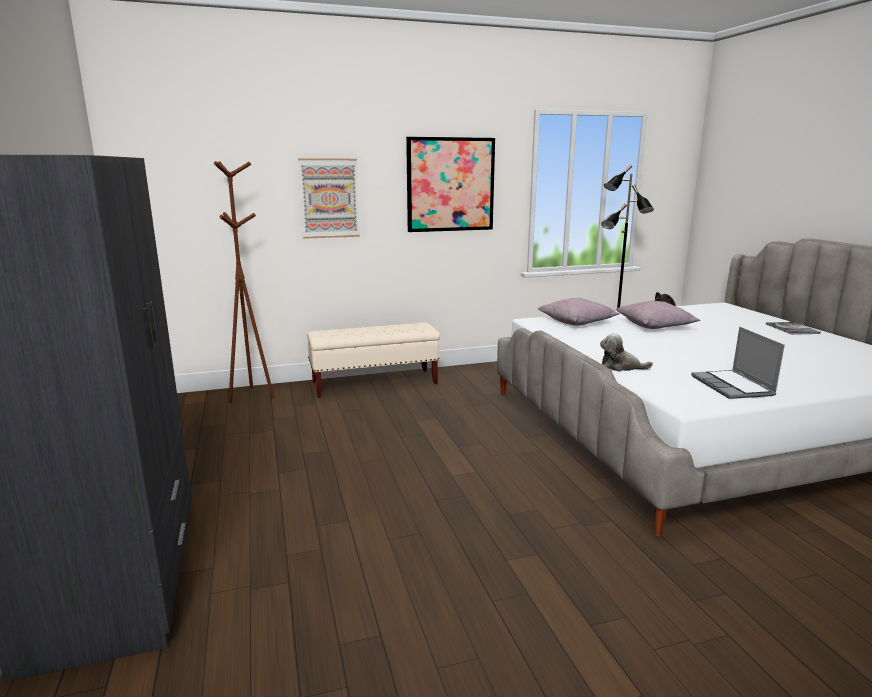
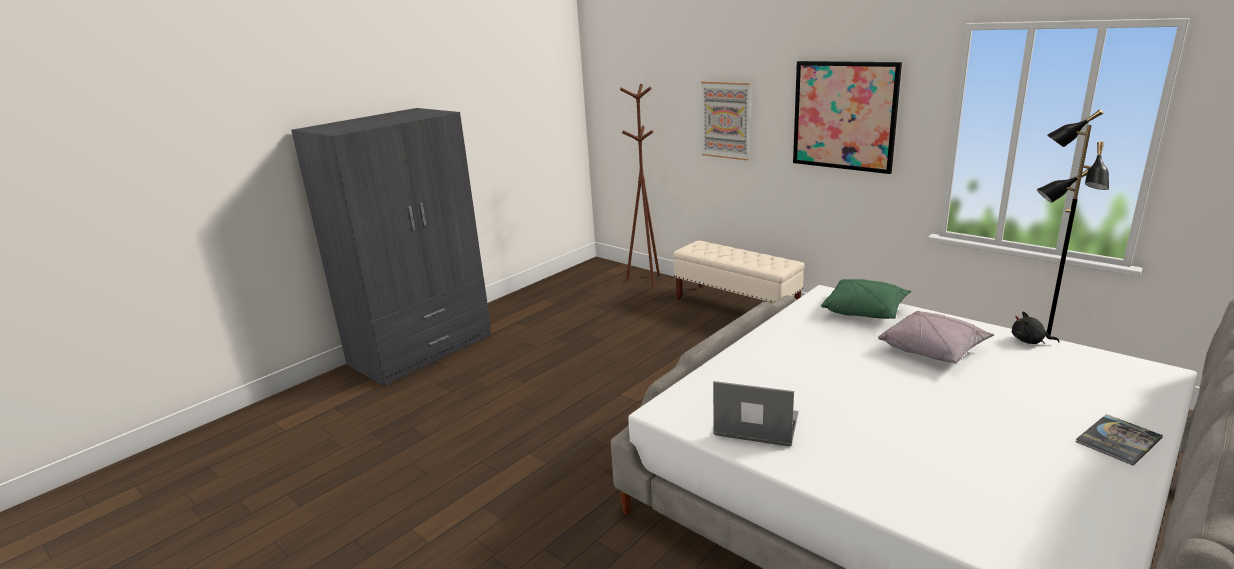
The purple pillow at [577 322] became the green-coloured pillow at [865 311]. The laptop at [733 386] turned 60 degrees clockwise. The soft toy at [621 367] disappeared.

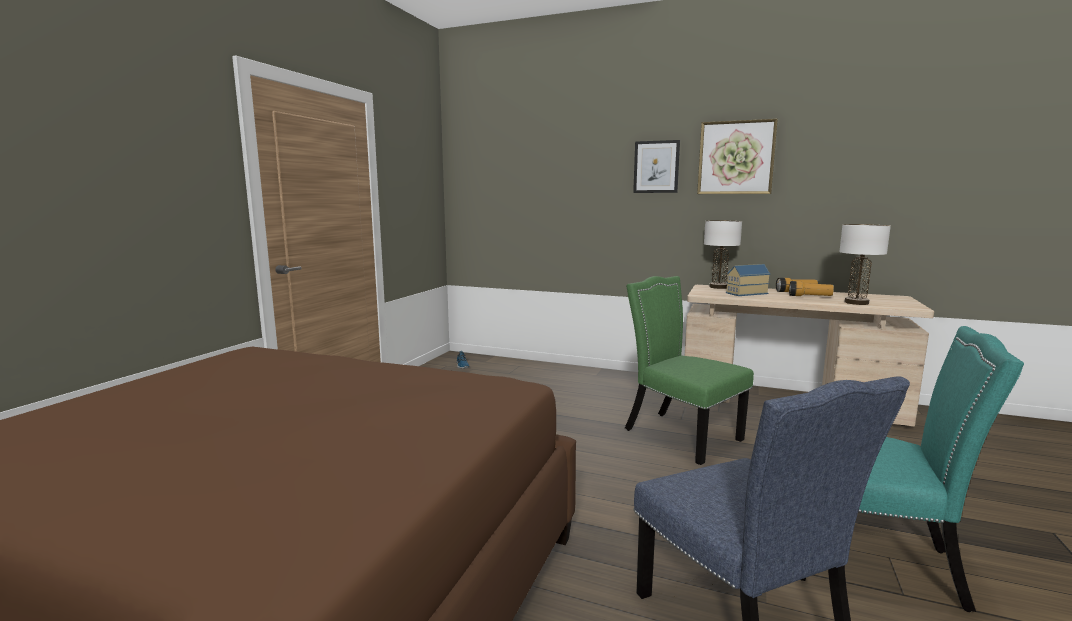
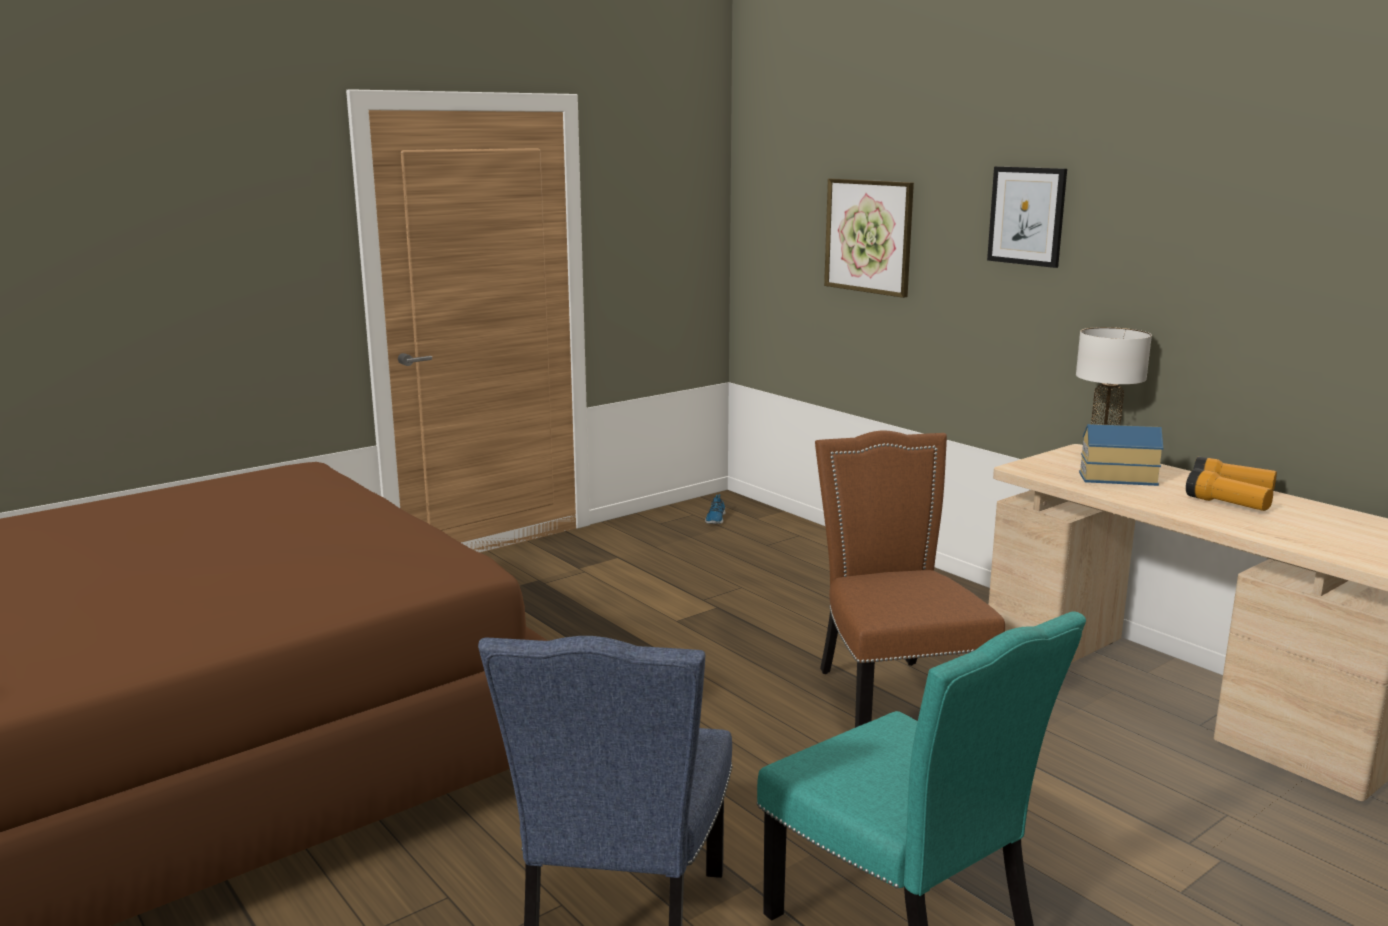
The picture moved from [736 158] to [869 236]. The tabletop lamp at [856 303] disappeared. The green-coloured upright chair at [683 436] became the brownish upright chair at [895 704].

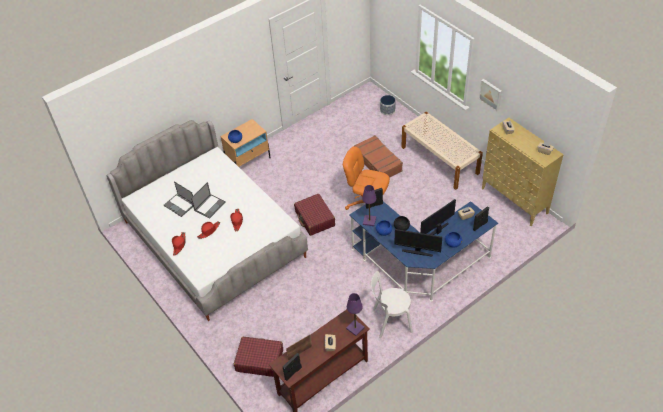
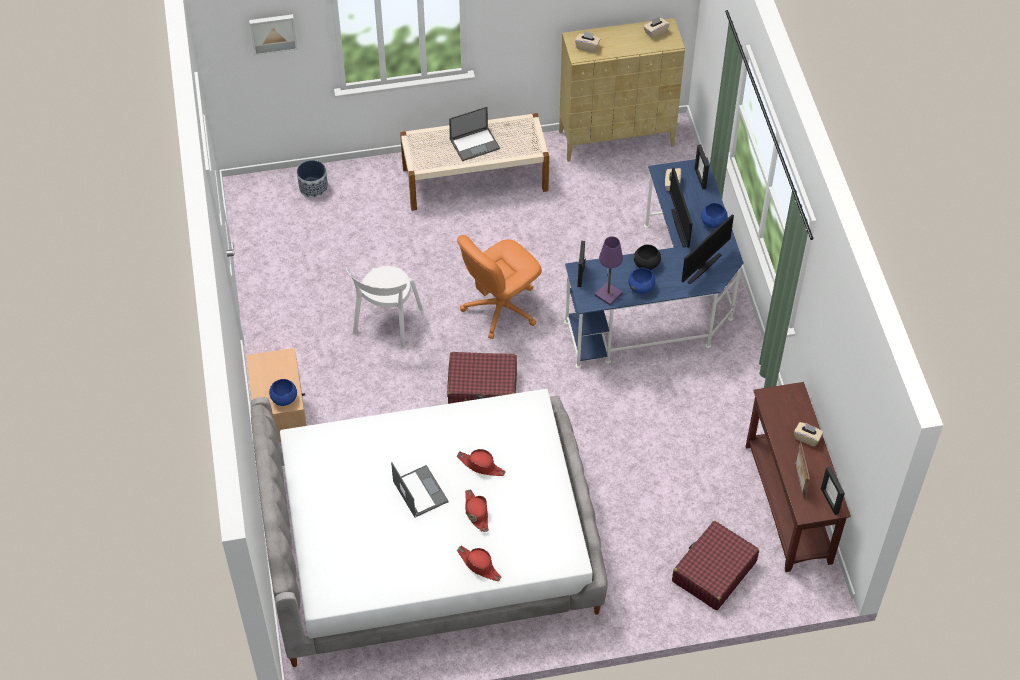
The picture moved from [491 94] to [273 33]. The brownish travel case at [378 162] disappeared. The laptop moved from [180 205] to [475 143]. The white upright chair moved from [390 321] to [386 324]. The purple tabletop lamp at [355 328] disappeared.

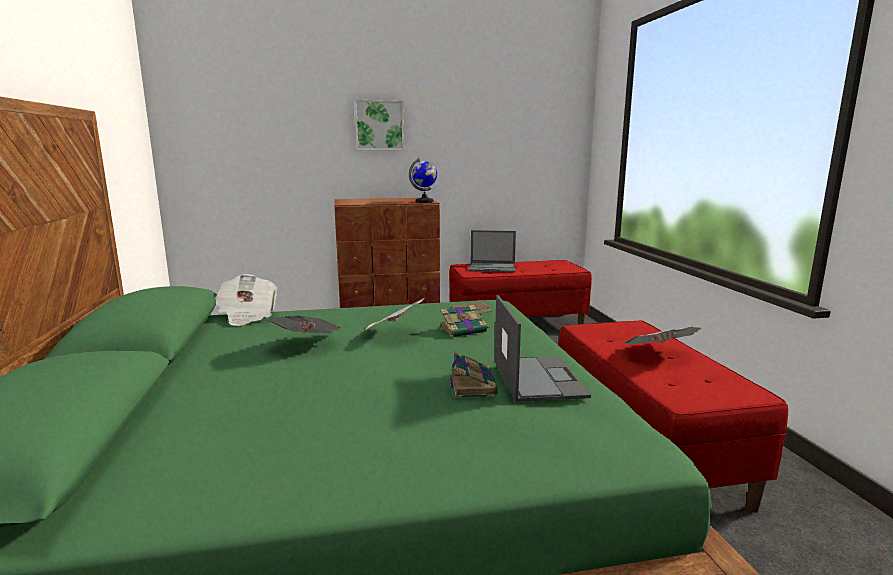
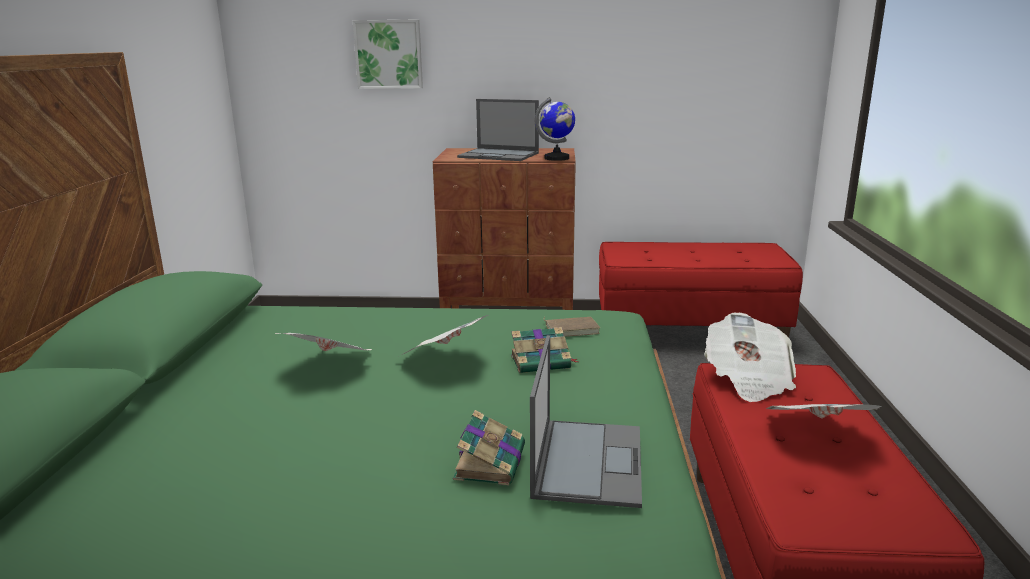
The picture moved from [379 125] to [389 54]. The laptop moved from [492 268] to [499 155]. The newspaper moved from [247 316] to [748 380].

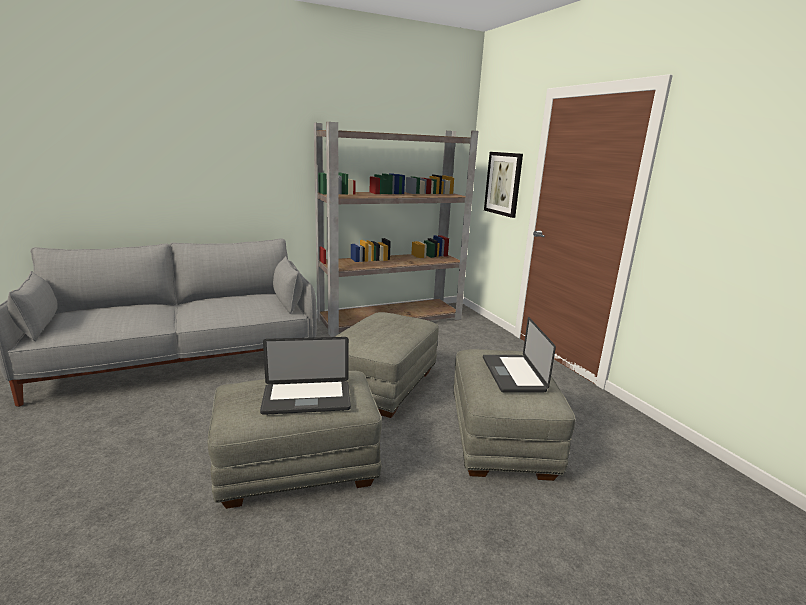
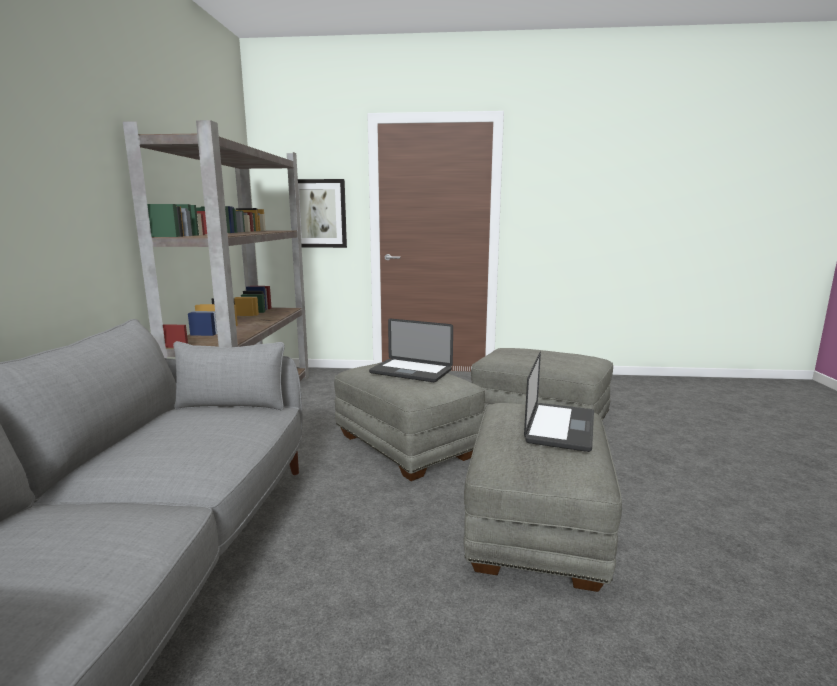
The laptop moved from [513 374] to [411 372].

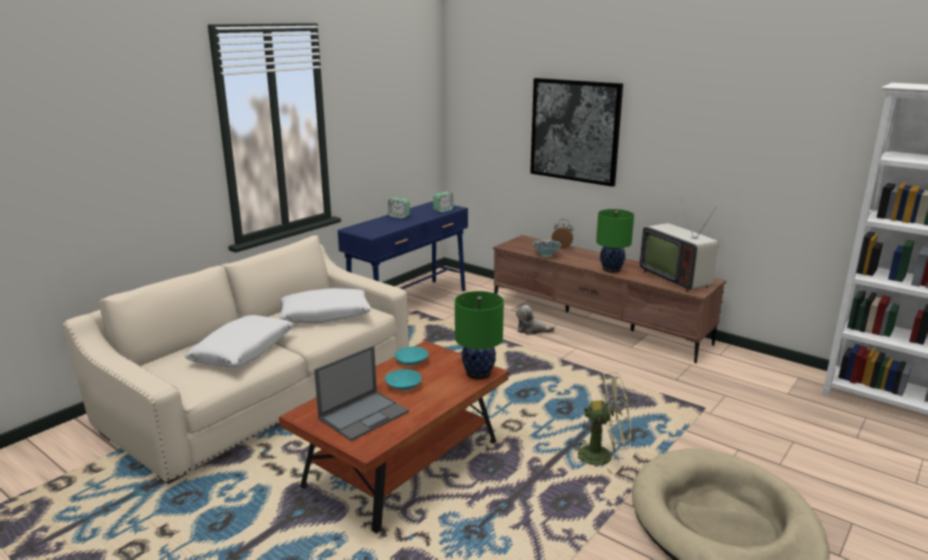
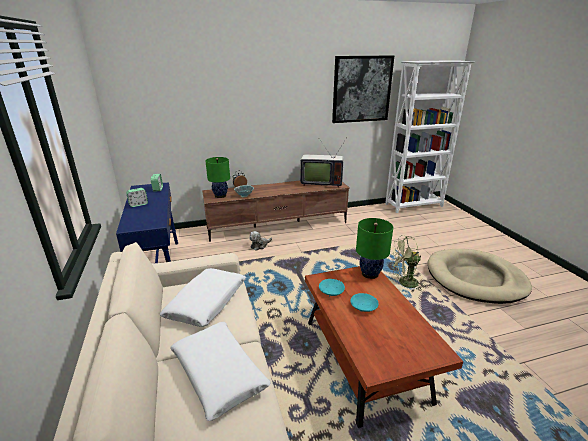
The picture moved from [575 131] to [362 89]. The green-coloured tabletop lamp moved from [611 269] to [220 195]. The laptop at [364 415] disappeared. The green-coloured electric fan at [602 455] turned 135 degrees counterclockwise.

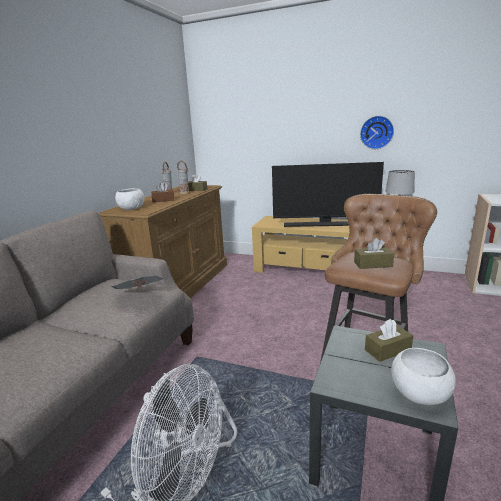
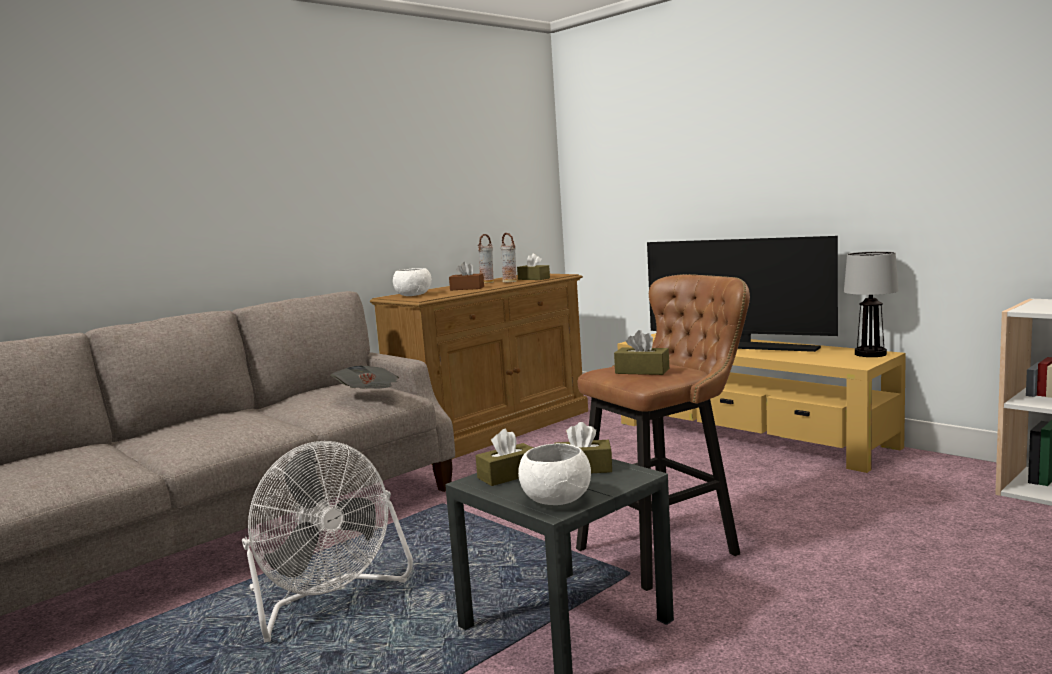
The wall clock at [376 132] disappeared. The brownish box of tissues at [508 475] appeared.

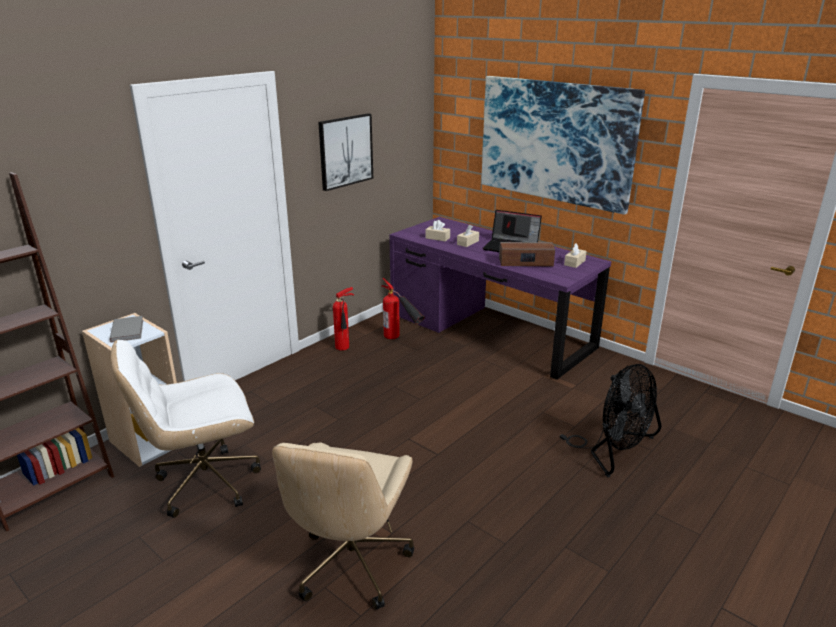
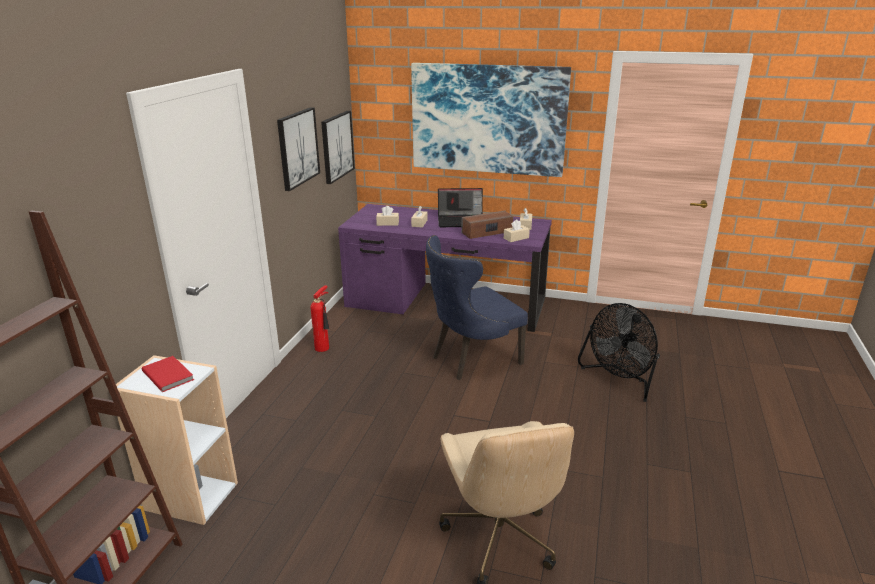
The fire extinguisher at [401 341] disappeared. The grey book at [128 330] became the reddish book at [169 375]. The white office chair at [203 484] disappeared. The black electric fan at [612 449] turned 120 degrees clockwise. The picture at [336 146] appeared. The beige box of tissues at [516 238] appeared. The bluish upright chair at [472 359] appeared.

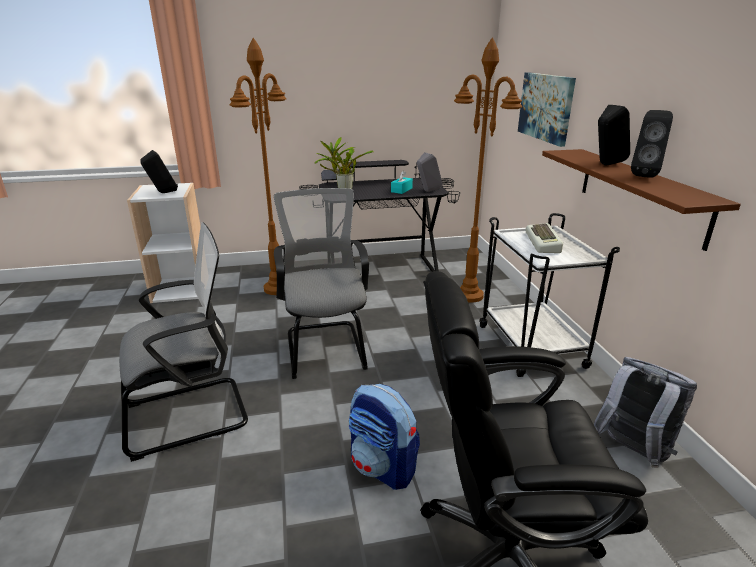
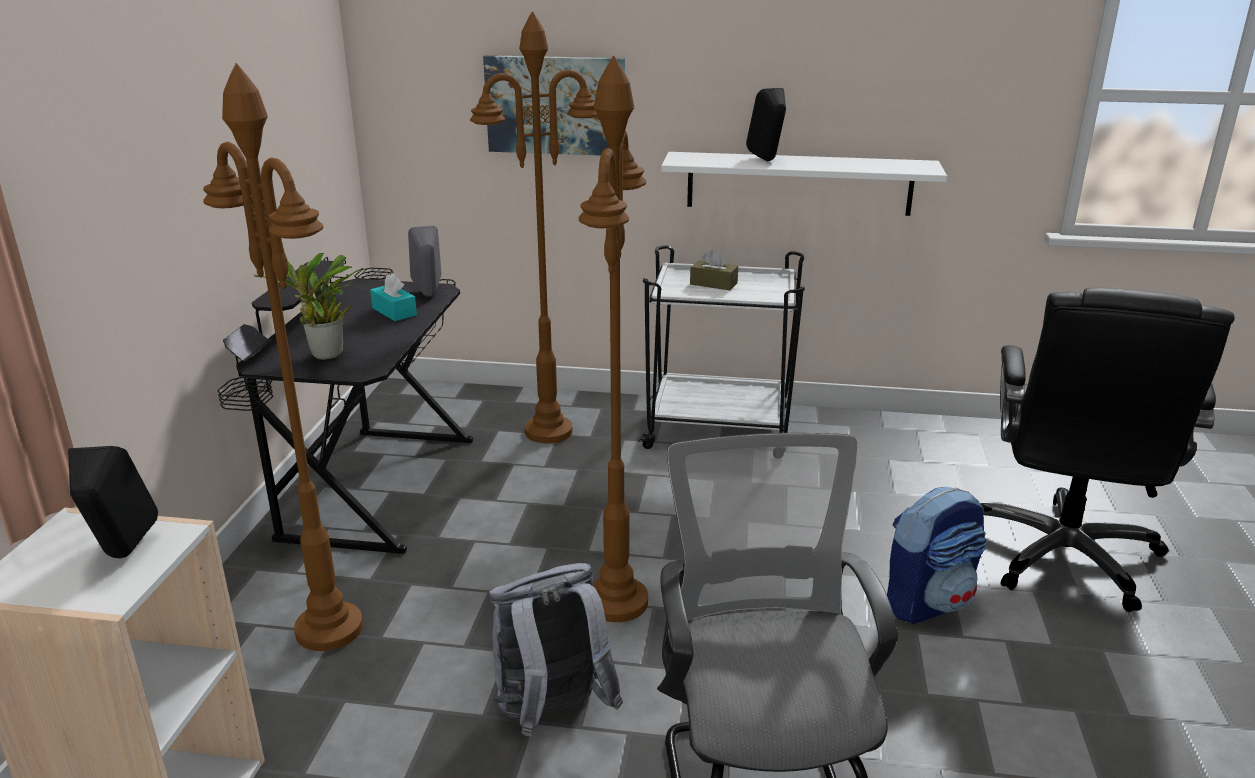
The black speaker at [644 176] disappeared. The brownish bracket shelf at [640 194] became the white bracket shelf at [799 183]. The upright chair at [325 347] was replaced by the brownish standing lamp at [616 601]. The PC keyboard at [544 243] was replaced by the brownish box of tissues at [713 284]. The grey knapsack moved from [631 451] to [552 714].

